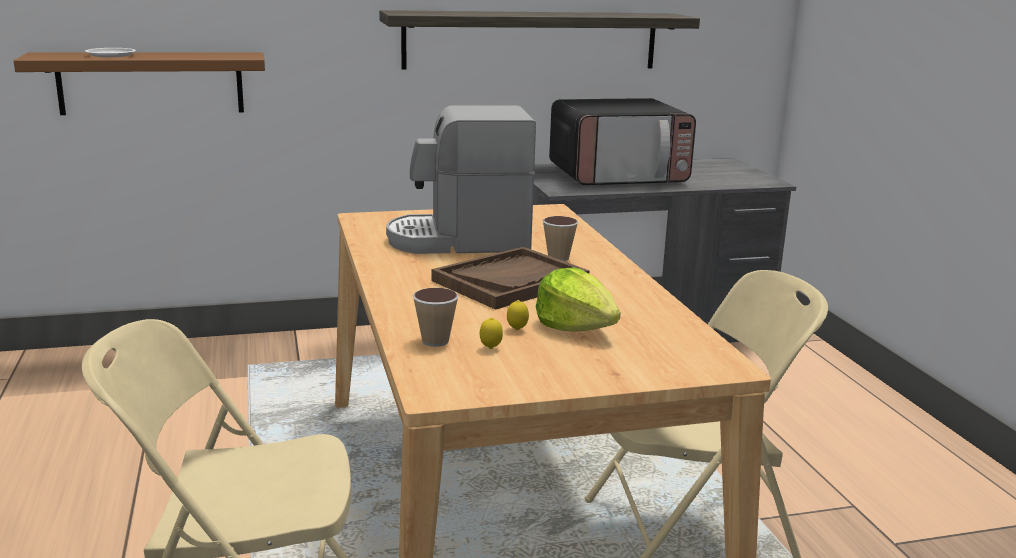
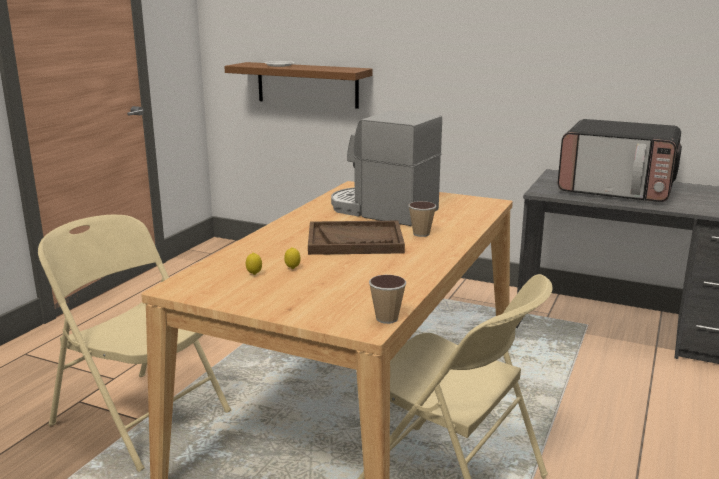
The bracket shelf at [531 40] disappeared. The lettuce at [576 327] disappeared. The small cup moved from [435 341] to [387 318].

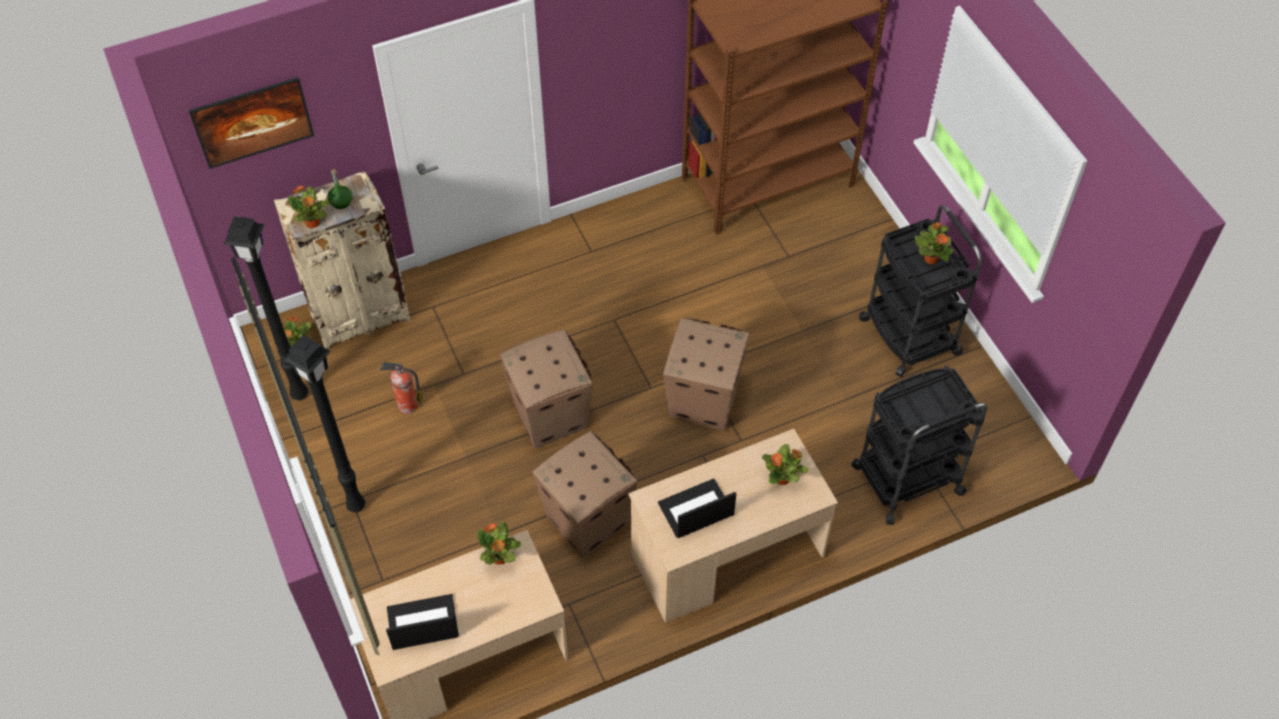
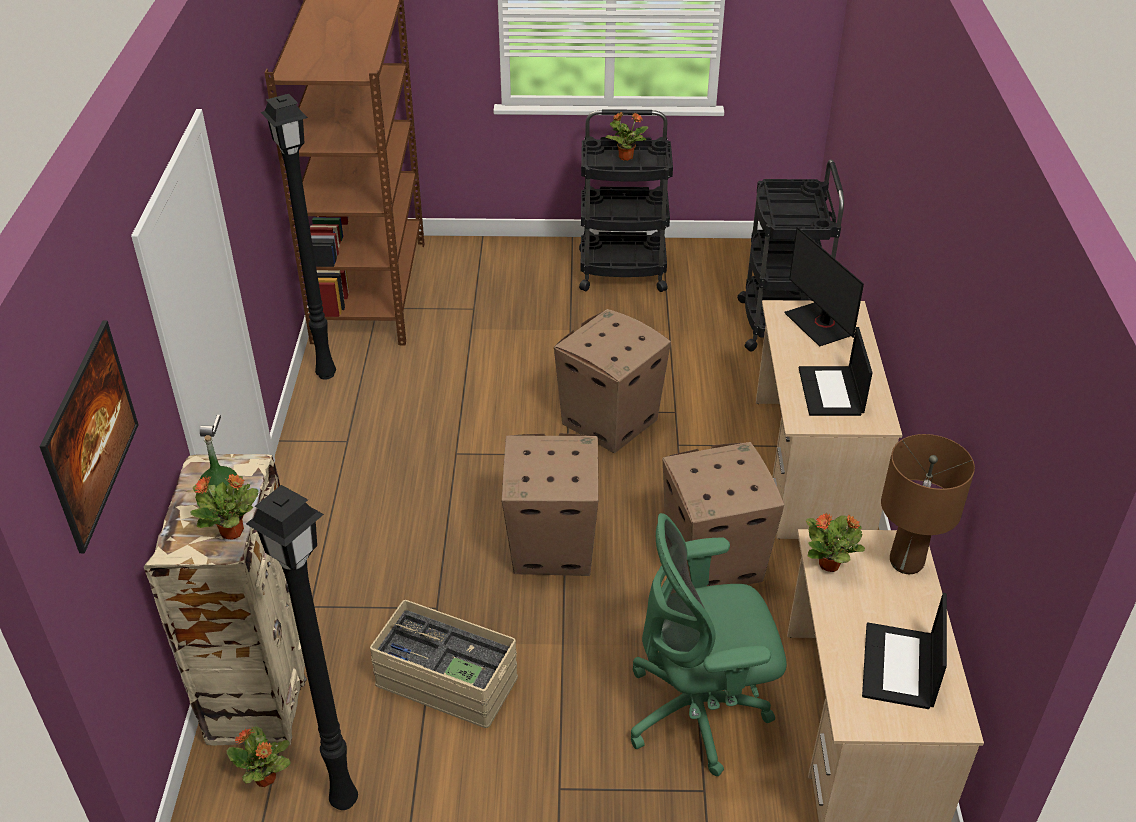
The black standing lamp moved from [358 505] to [327 373]. The fire extinguisher at [406 405] was replaced by the beige storage bin at [445 681]. The potted plant at [782 478] was replaced by the computer screen at [820 324]. The brownish tabletop lamp at [906 562] appeared. The green-coloured office chair at [703 707] appeared.

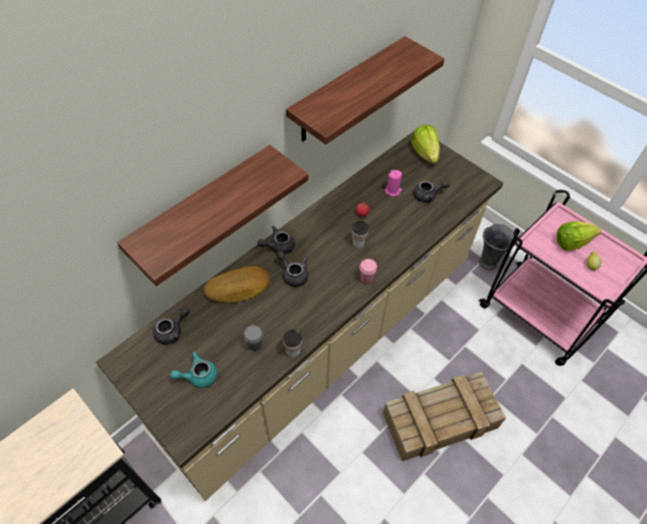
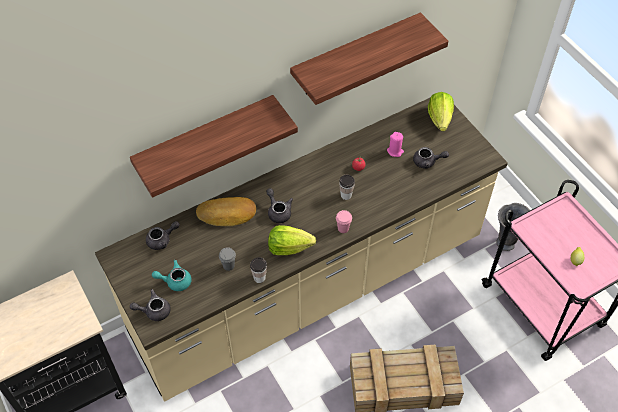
The lettuce moved from [572 242] to [289 247]. The grey pot for tea moved from [278 246] to [153 311].

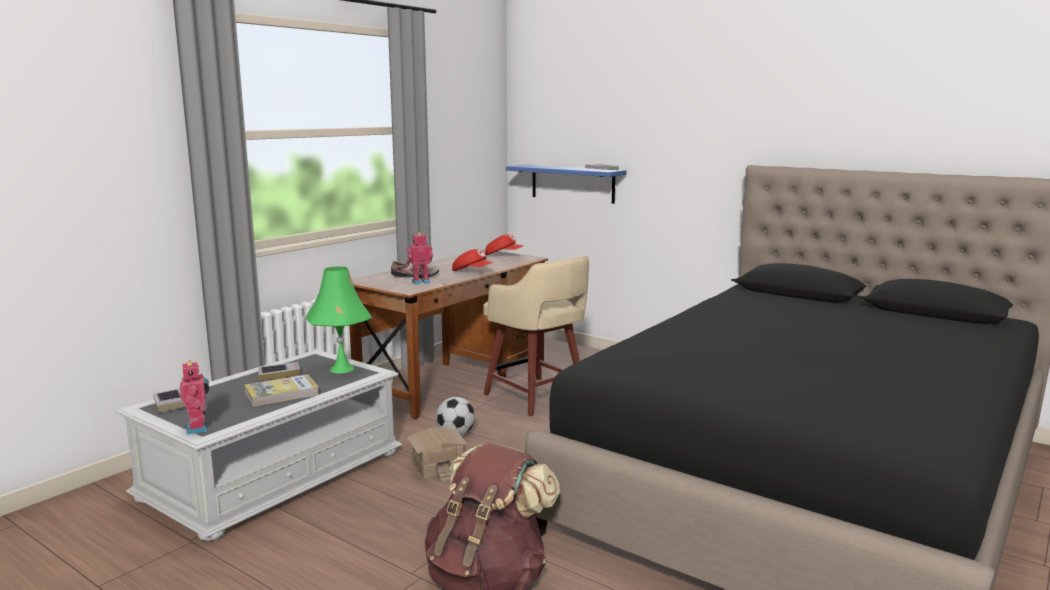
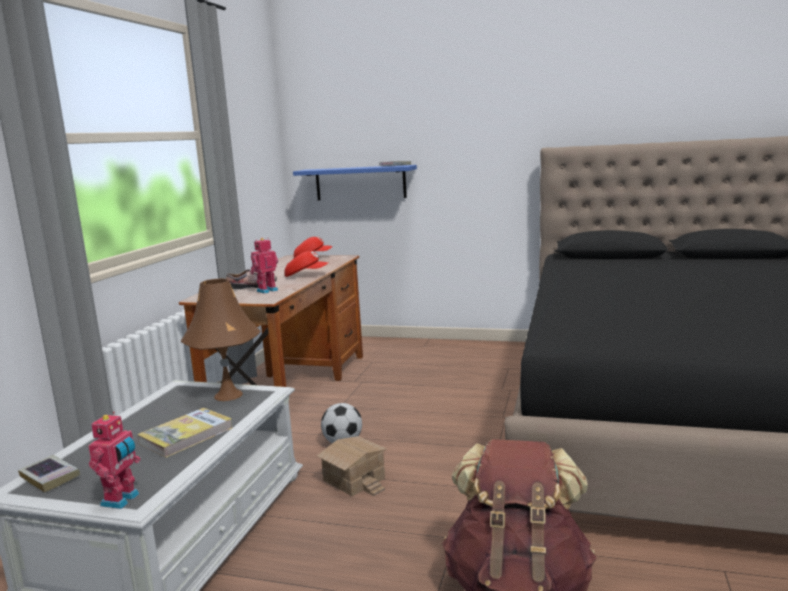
The beige stool seat at [537 397] disappeared. The green-coloured tabletop lamp at [341 369] became the brownish tabletop lamp at [228 395]. The model robot at [199 428] turned 60 degrees clockwise. The book at [279 374] disappeared.

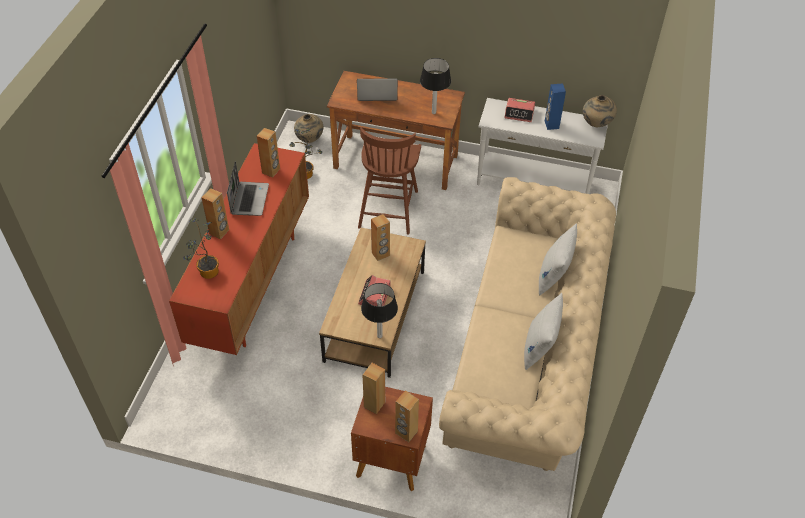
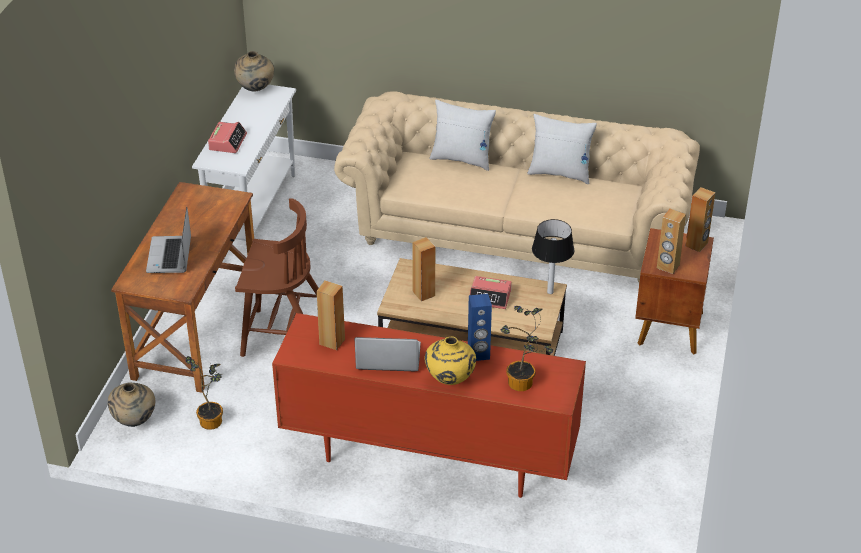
The tabletop lamp at [434 112] disappeared. The bluish speaker moved from [551 125] to [478 354]. The brownish speaker at [219 232] was replaced by the yellow flower vase at [449 380].

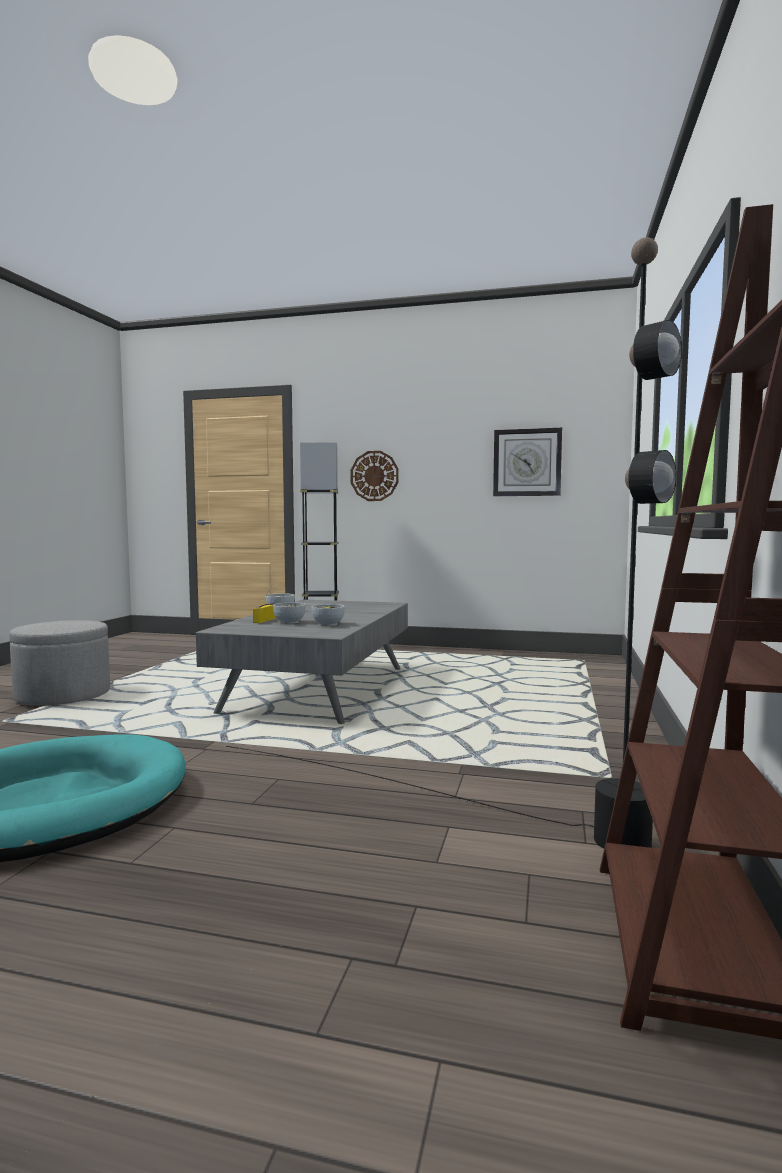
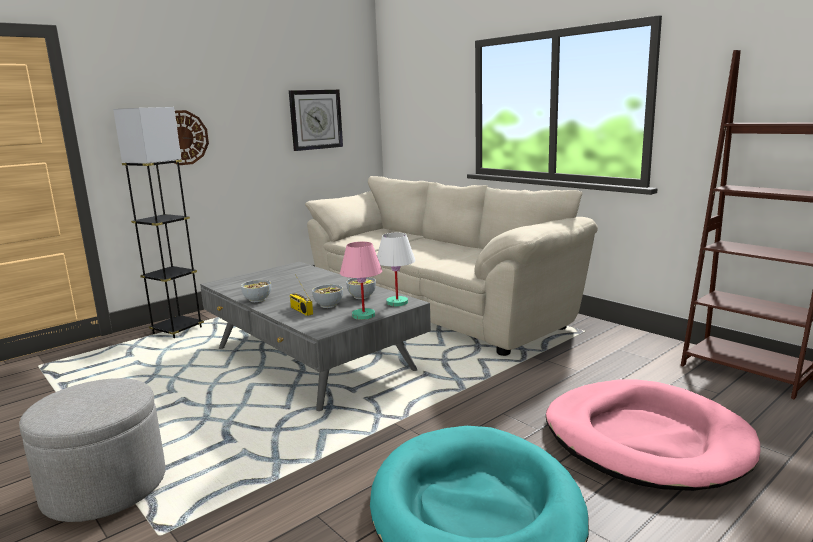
The black standing lamp at [482 806] disappeared. The beige settee at [436 308] appeared. The white tabletop lamp at [397 302] appeared. The pink-coloured tabletop lamp at [363 316] appeared. The pink-coloured dog bed at [645 439] appeared.

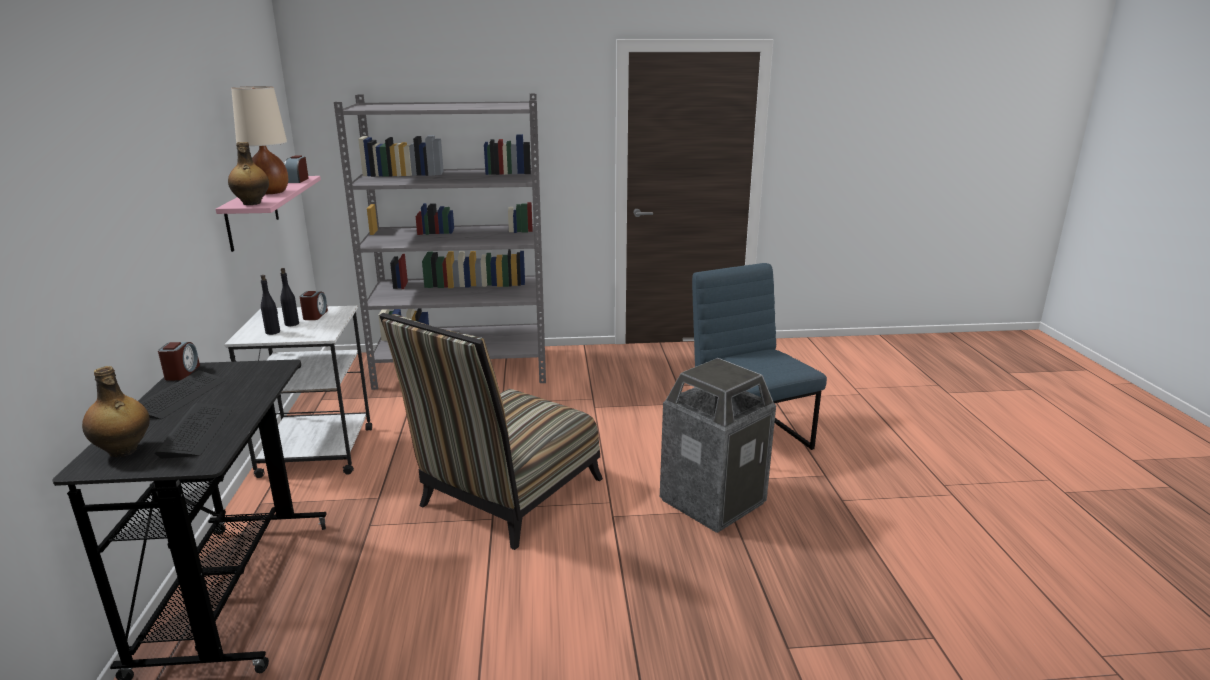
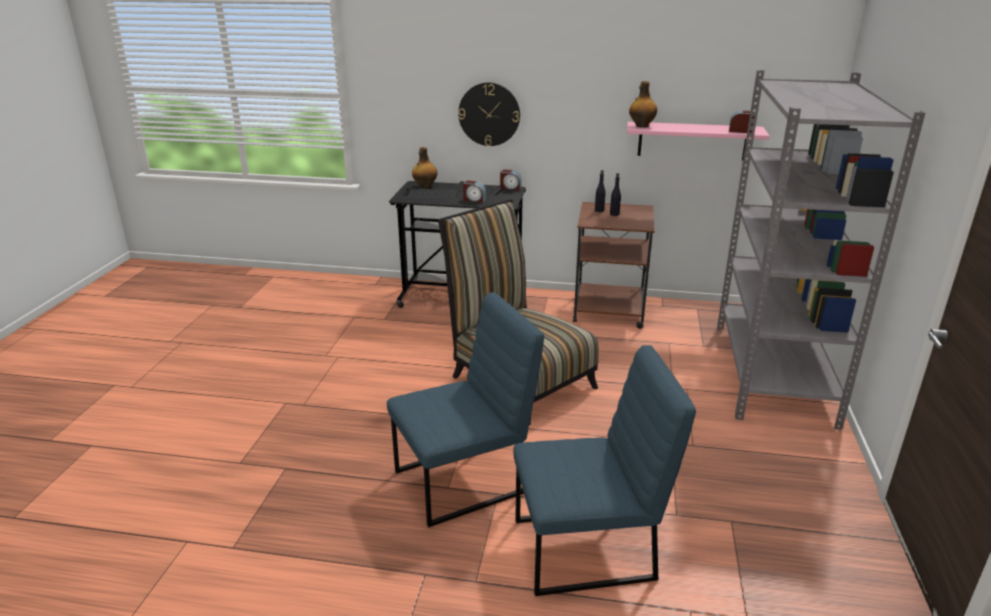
The beige tabletop lamp at [270 192] disappeared. The alarm clock moved from [315 315] to [474 200]. The white wheeled cart at [317 450] became the brownish wheeled cart at [610 310]. The waste bin at [712 501] was replaced by the bluish upright chair at [465 480]. The wall clock at [489 114] appeared.

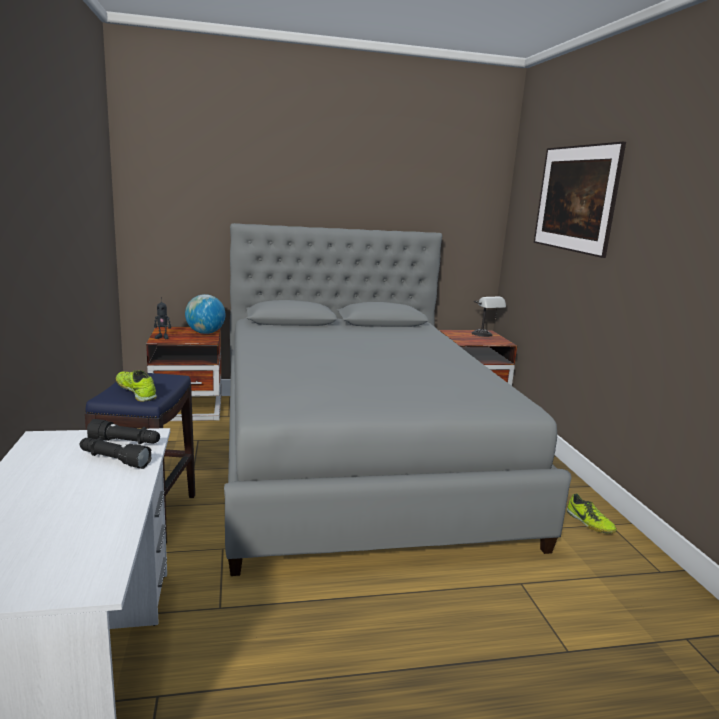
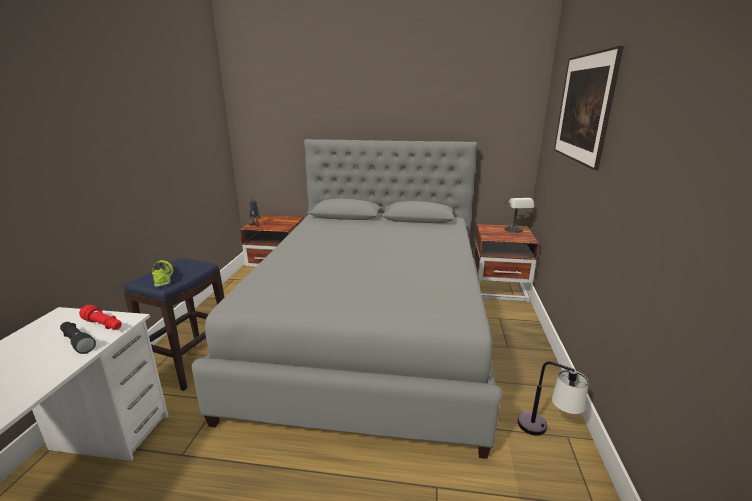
The globe at [205 333] disappeared. The black flashlight at [125 442] became the reddish flashlight at [104 325]. The item of footwear at [589 523] was replaced by the tabletop lamp at [545 431].

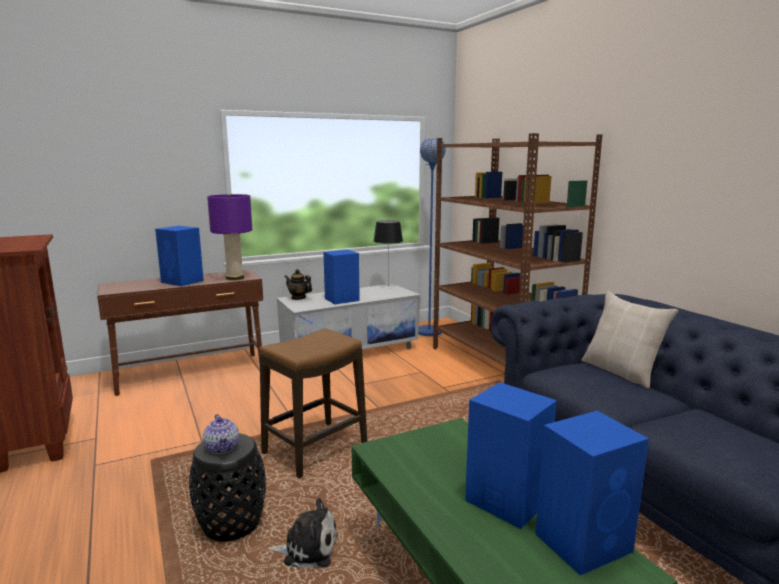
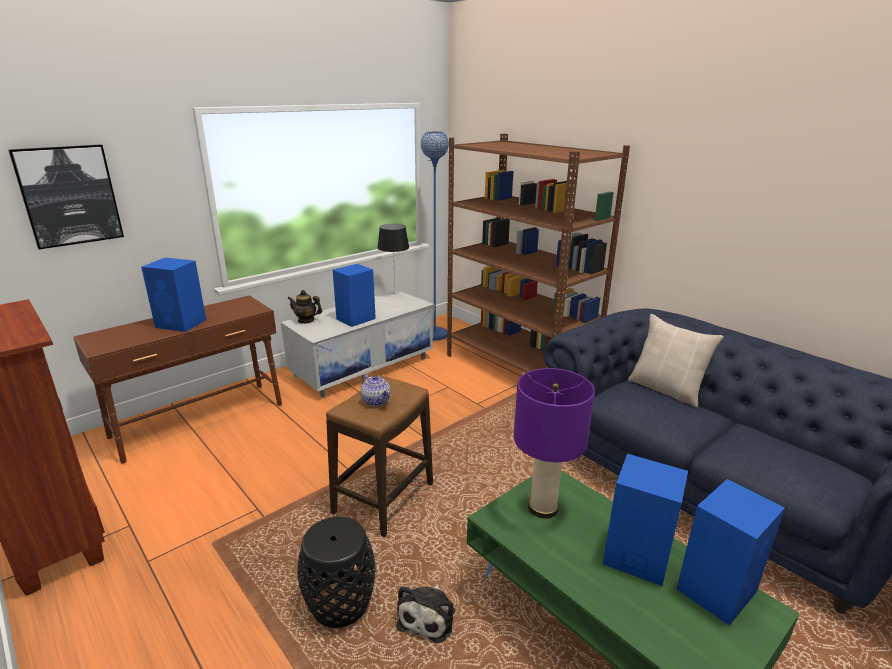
The purple tabletop lamp moved from [234 278] to [542 508]. The pot for tea moved from [222 447] to [376 400]. The soft toy at [307 548] turned 120 degrees clockwise. The picture at [69 195] appeared.

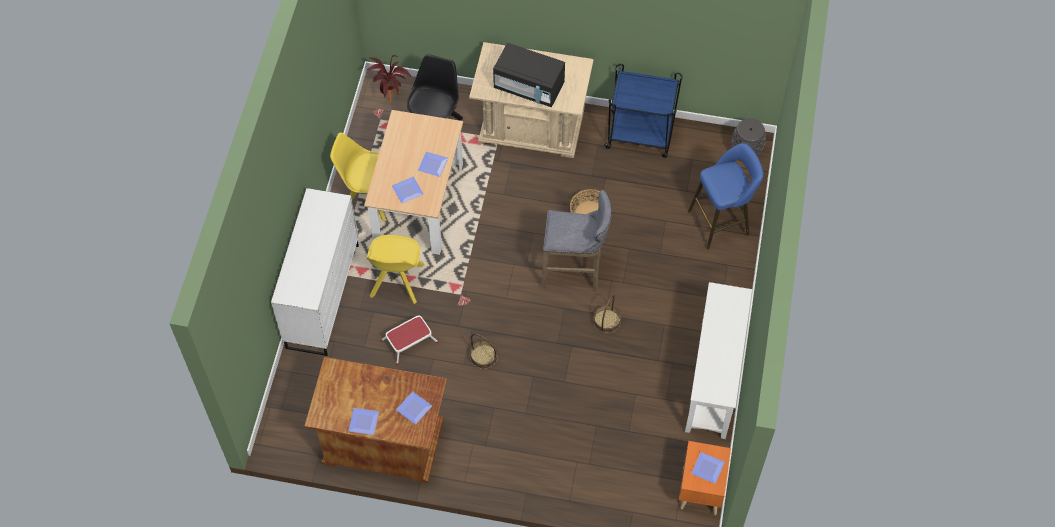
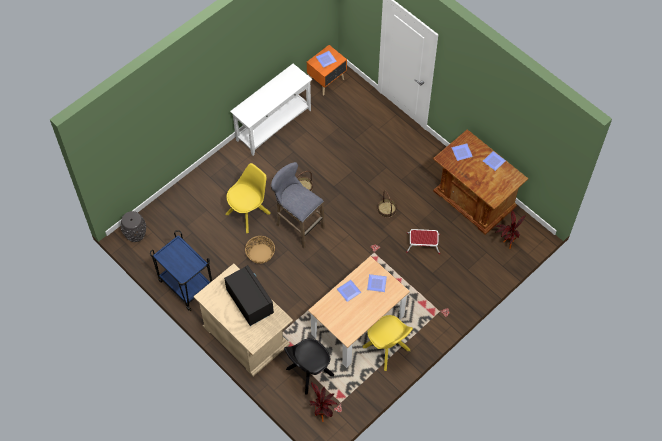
The bluish stool seat at [721 221] disappeared. The white dresser at [322 295] disappeared. The yellow upright chair moved from [396 282] to [249 213]. The potted plant at [505 243] appeared.

